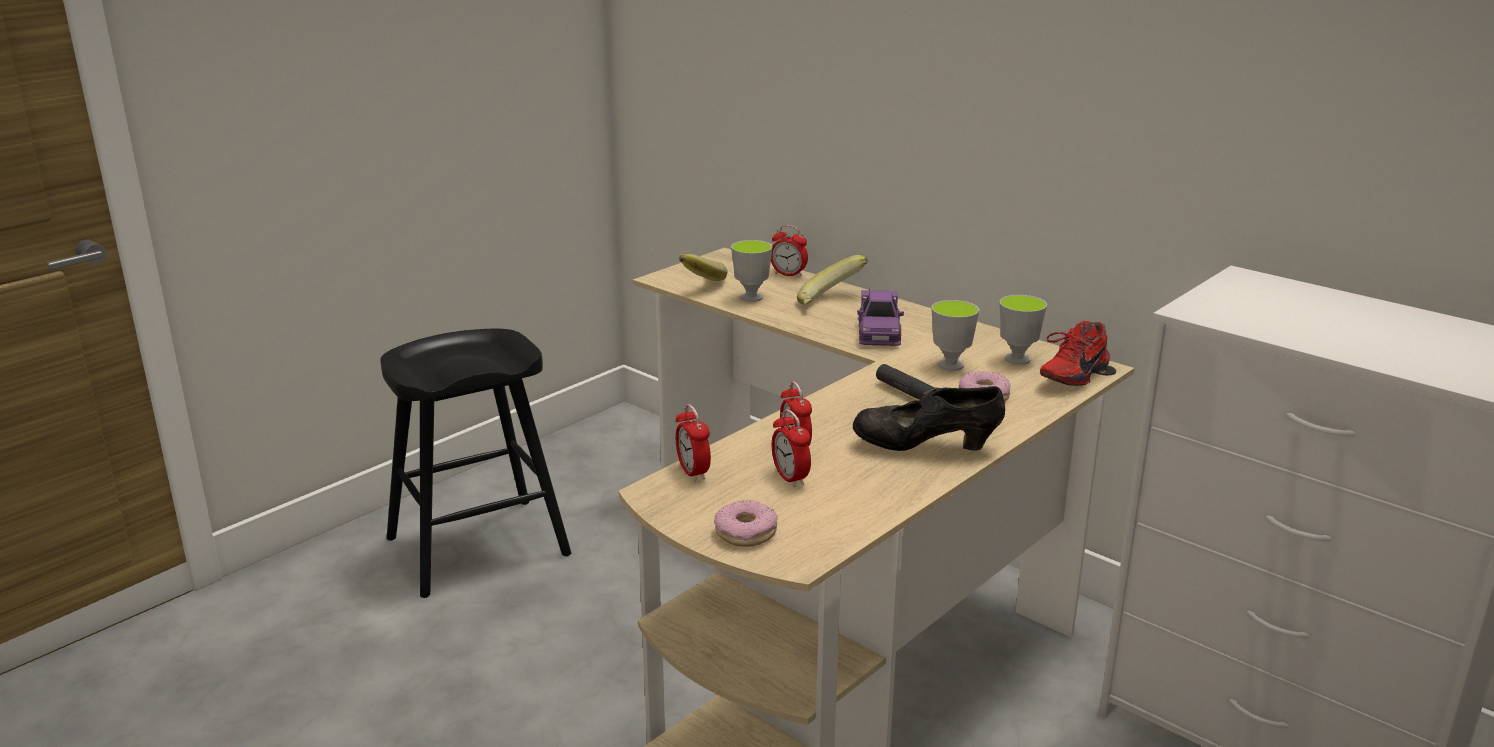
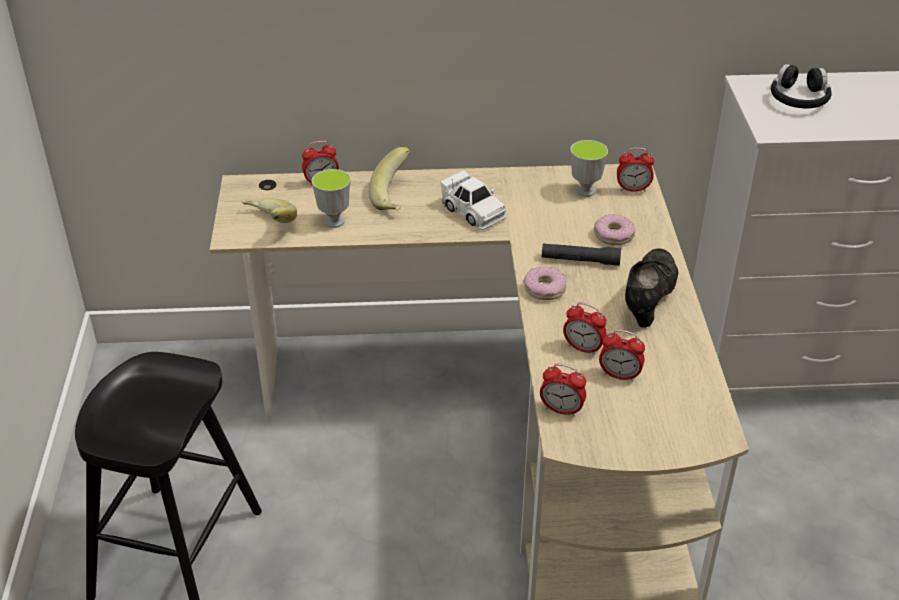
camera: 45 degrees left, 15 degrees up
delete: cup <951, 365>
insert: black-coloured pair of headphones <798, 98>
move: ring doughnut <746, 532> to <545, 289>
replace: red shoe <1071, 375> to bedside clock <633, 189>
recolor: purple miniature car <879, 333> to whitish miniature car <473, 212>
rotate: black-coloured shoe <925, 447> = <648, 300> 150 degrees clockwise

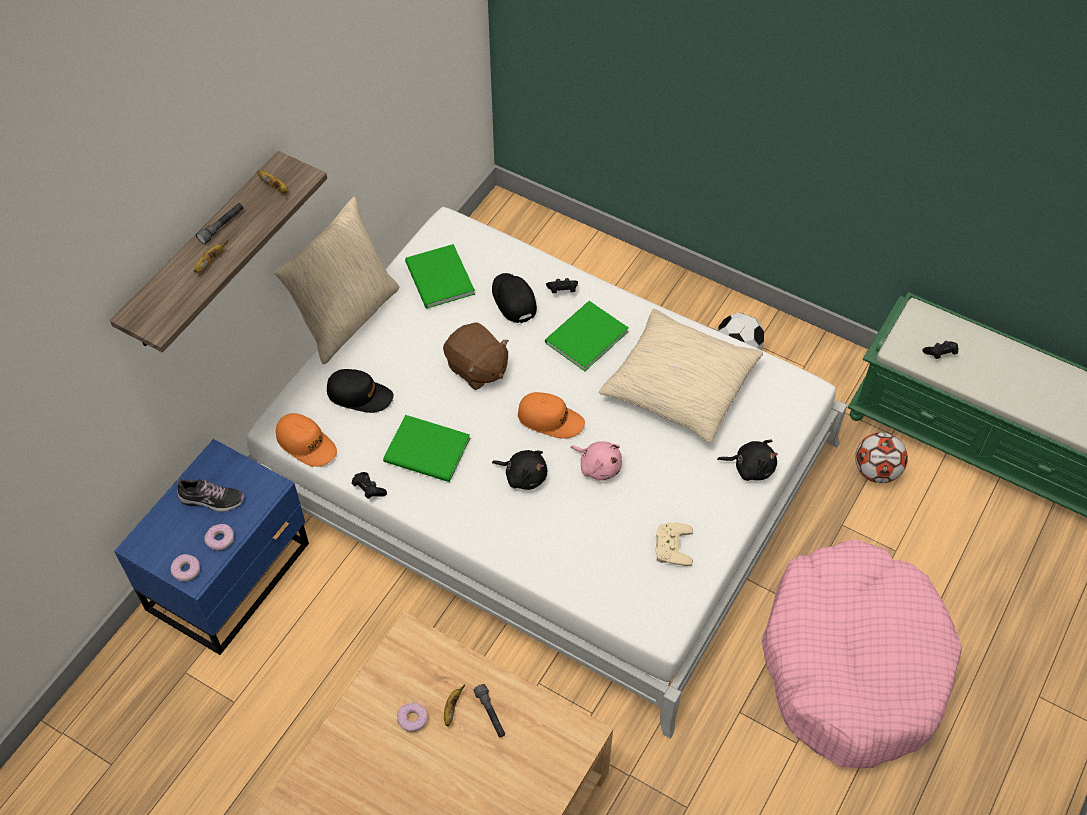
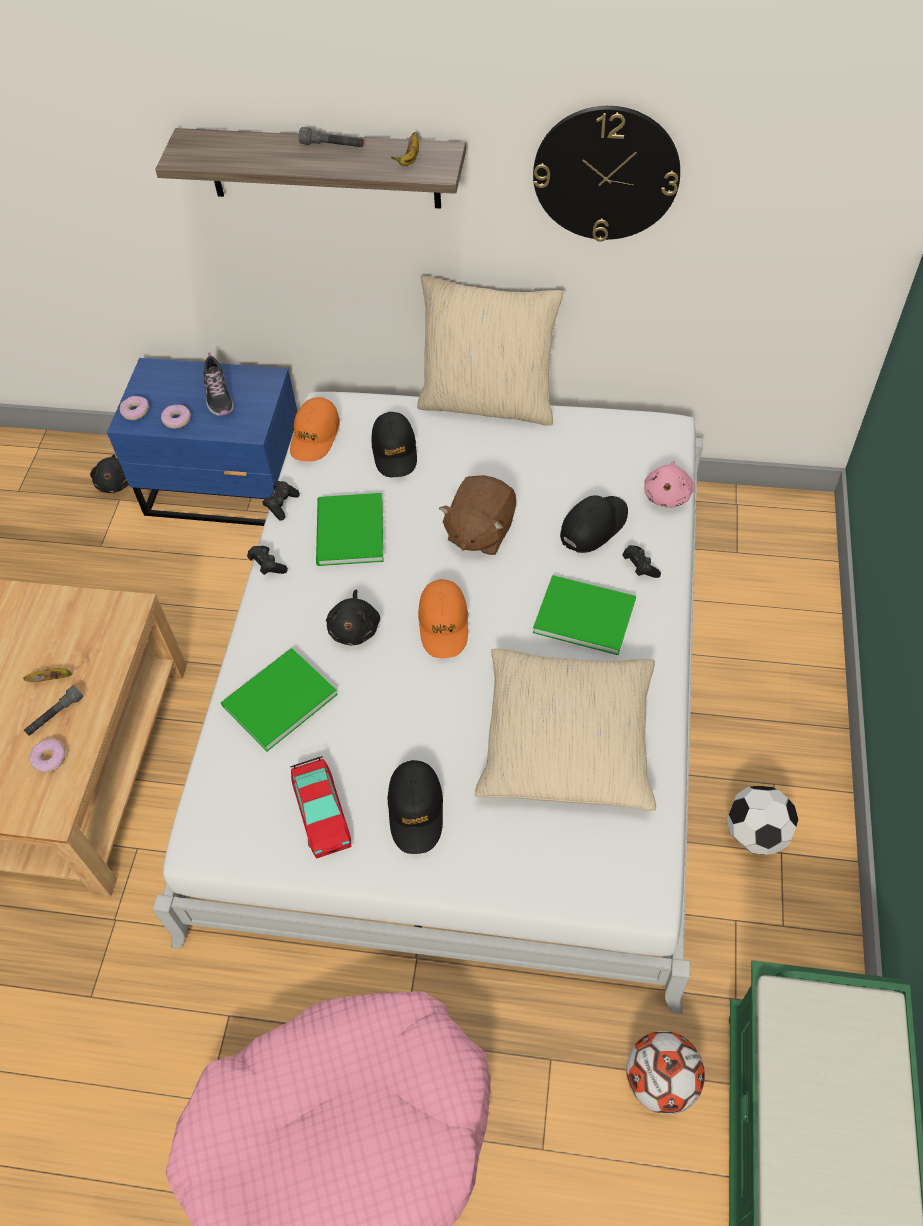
camera: 70 degrees right, 0 degrees up
delete: banana fruit <210, 262>
insert: black-coloured cap <416, 810>; hanging clock <606, 173>
move: ring doughnut <413, 719> to <49, 758>; black-coloured plush toy <751, 467> to <116, 482>; green-coloured book <438, 280> to <276, 700>; black-coloured gamepad <940, 354> to <267, 565>; pink-coloured plush toy <598, 466> to <667, 494>
replace: beige gamepad <670, 546> to miniature car <321, 812>

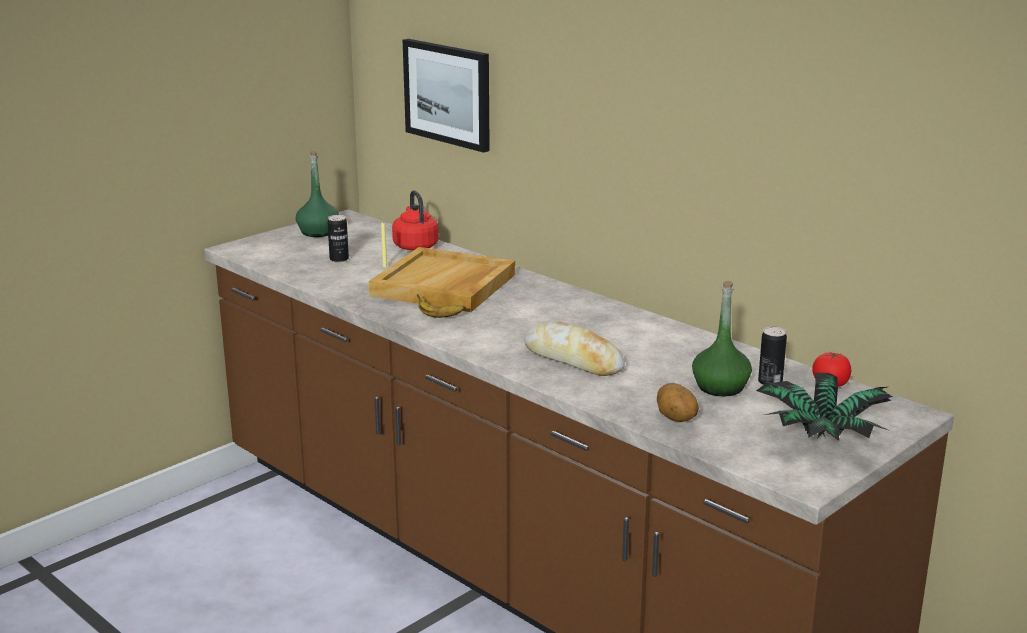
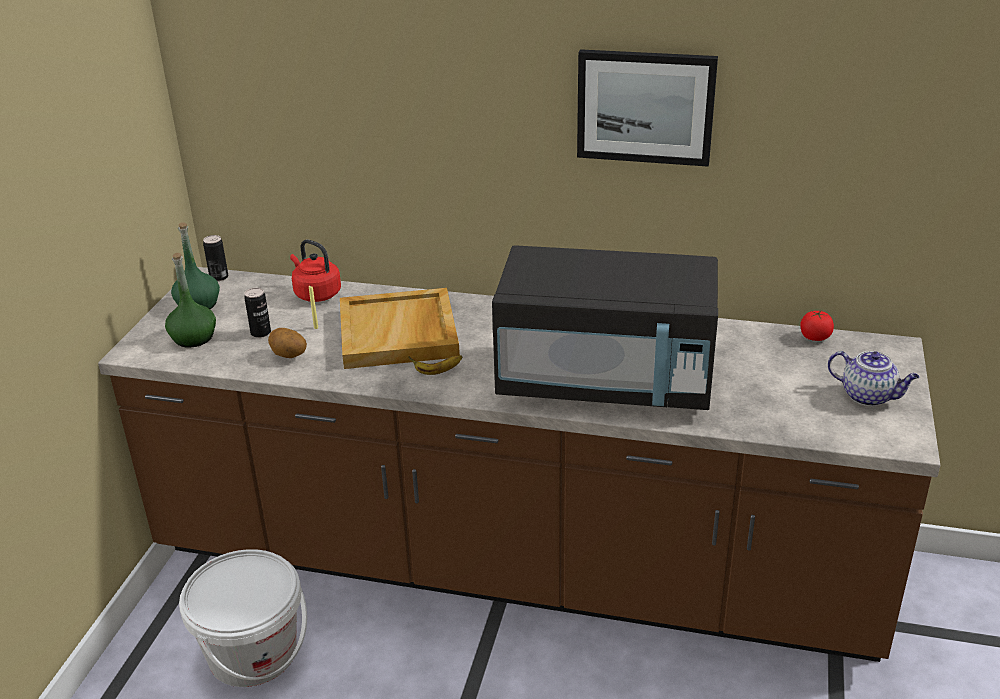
camera: 30 degrees left, 10 degrees up
insert: whitish pail <253, 653>
move: green-coloured bottle <720, 387> to <193, 338>; sealed can <770, 382> to <219, 277>; potato <675, 419> to <288, 356>; wall art <448, 93> to <645, 106>
replace: bread <573, 360> to black-coloured microwave <606, 381>; plant in a pot <820, 439> to teapot <869, 396>

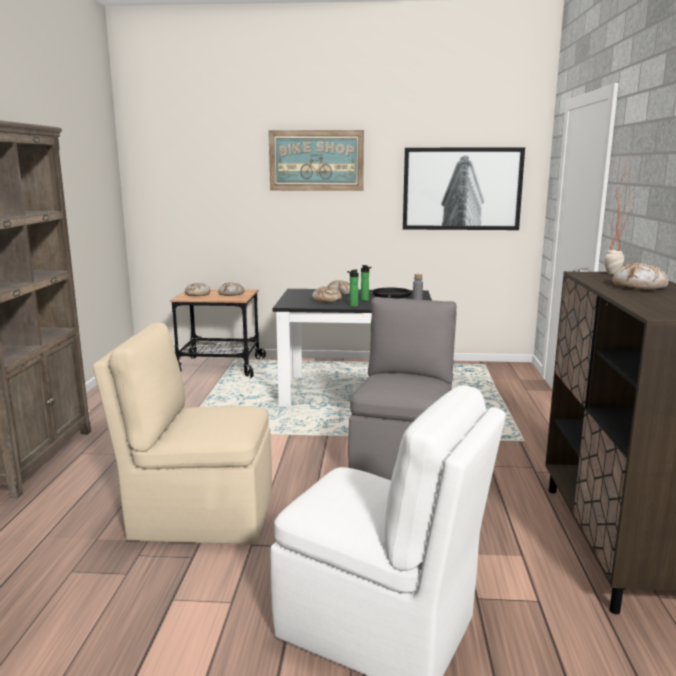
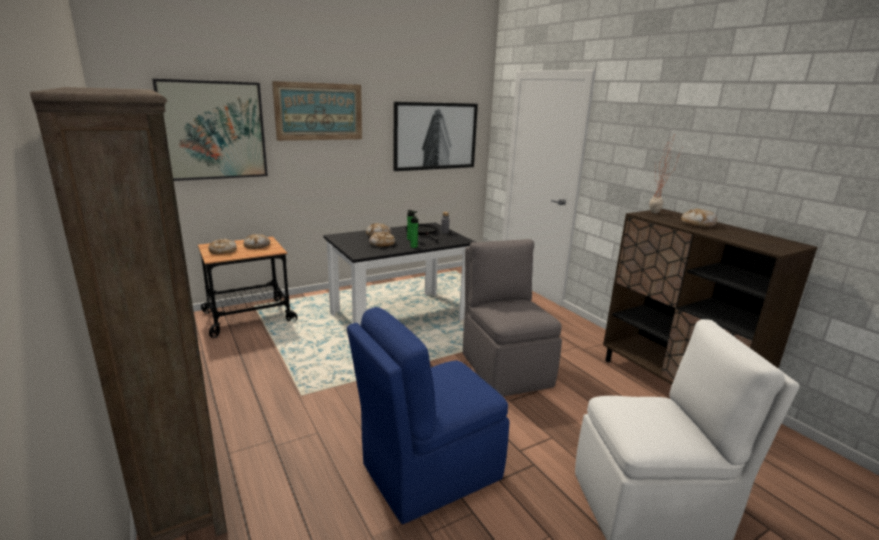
camera: 35 degrees left, 5 degrees up
insert: wall art <213, 130>
recolor: beige chair <199, 516> to bluish chair <428, 472>

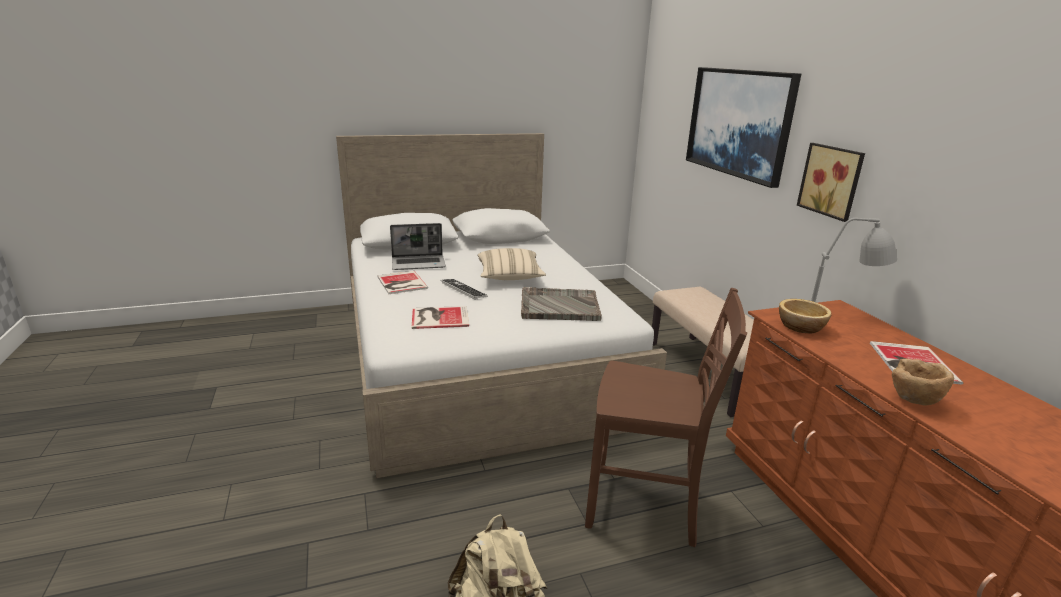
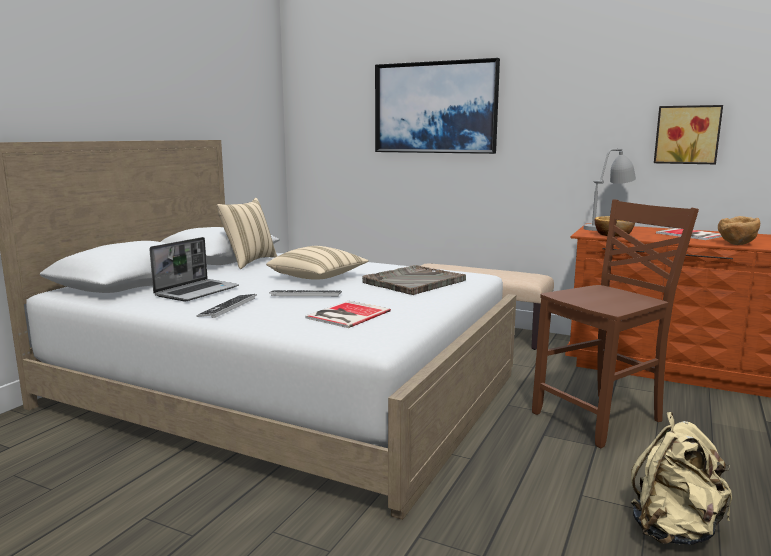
camera: 45 degrees left, 10 degrees down
insert: beige pillow <249, 262>
move: wall art <832, 181> to <687, 135>
replace: book <401, 283> to keyboard <228, 307>

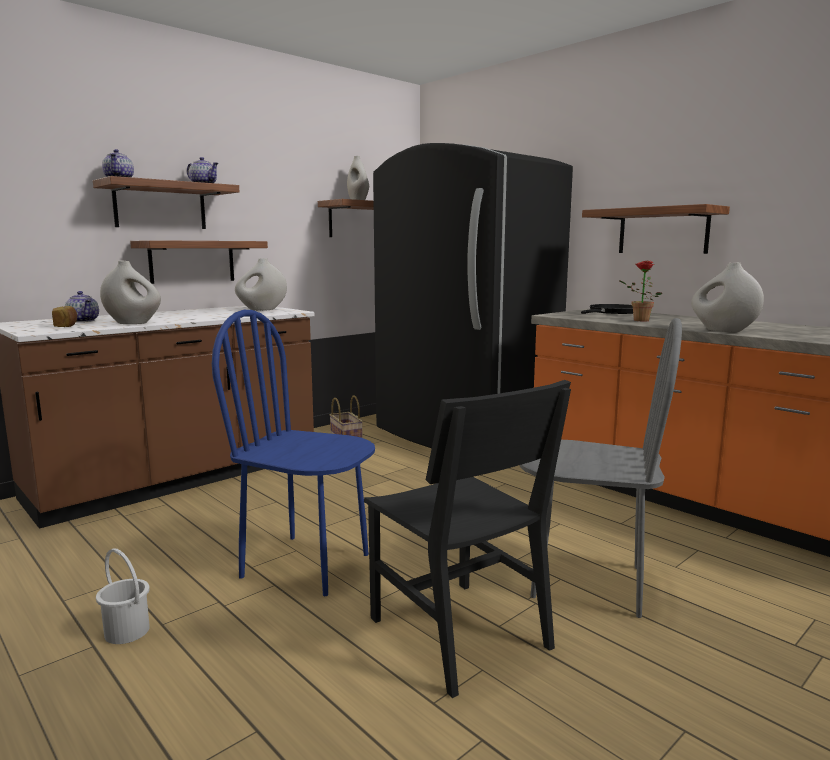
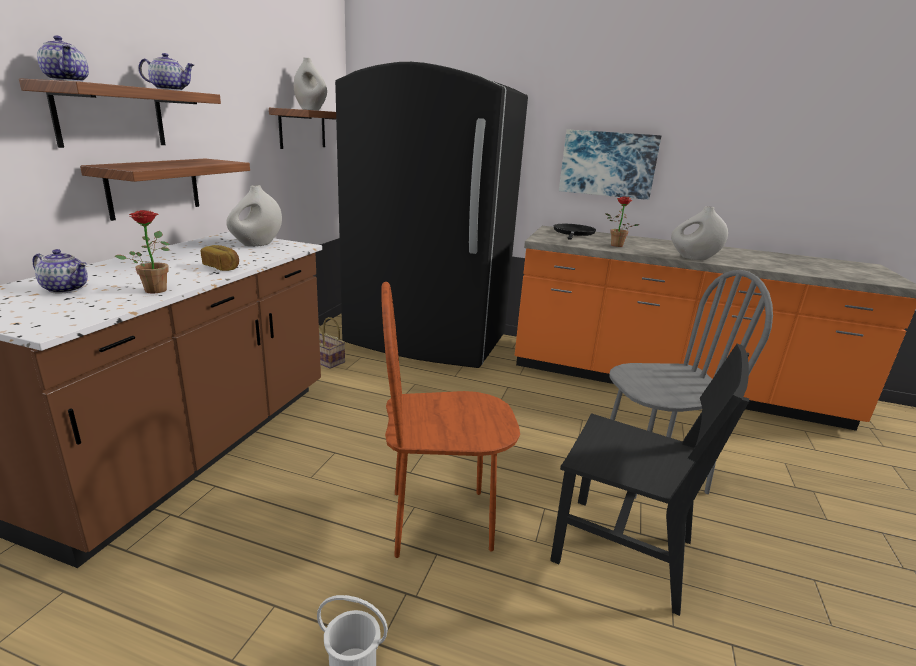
camera: 30 degrees left, 10 degrees up
move: bread <66, 326> to <222, 267>
replace: whitish flower vase <133, 323> to plant in a pot <155, 289>; wall shelf <663, 231> to wall art <608, 164>
recolor: bluish chair <306, 564> to brown chair <440, 521>

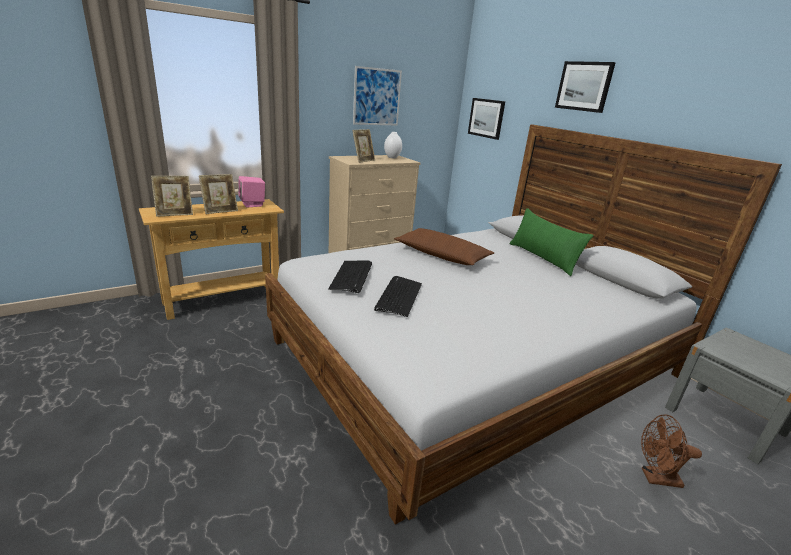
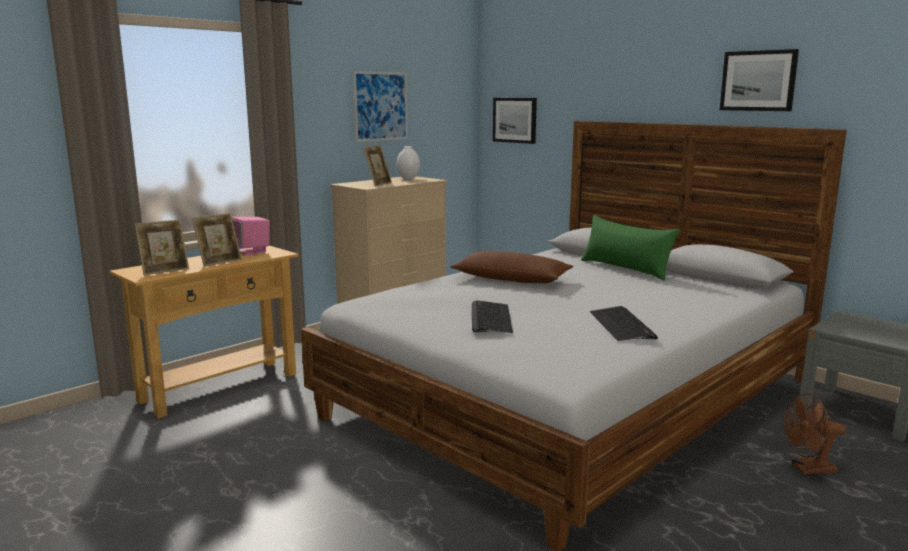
camera: 10 degrees left, 10 degrees down
move: keyboard <352, 276> to <622, 325>; wall art <584, 86> to <758, 81>

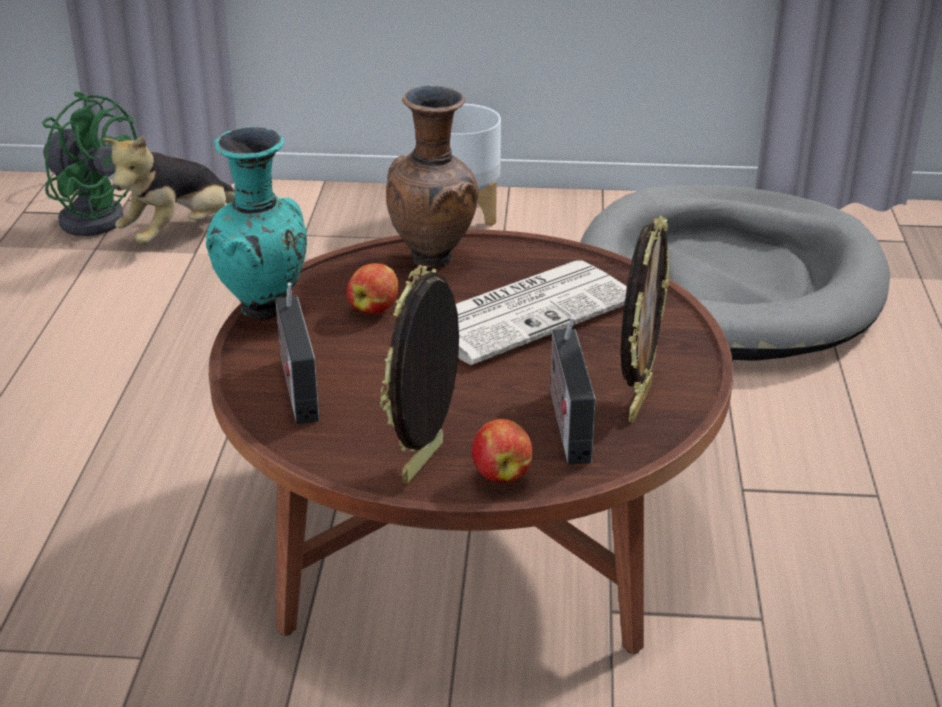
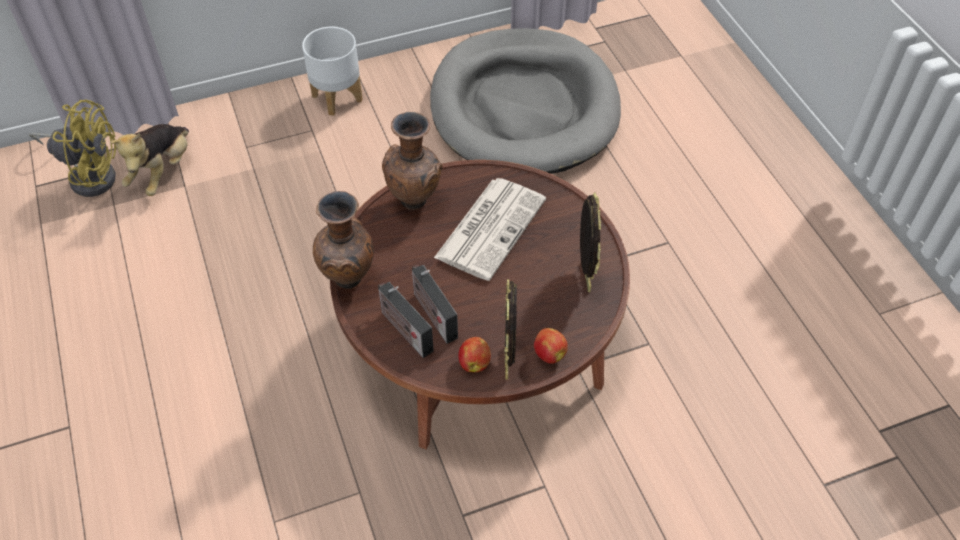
camera: 25 degrees left, 20 degrees up
move: radio receiver <567, 422> to <432, 314>; apple fruit <374, 309> to <474, 362>
recolor: green-coloured electric fan <93, 216> to yellow-coloured electric fan <89, 174>; blue-green flower vase <265, 312> to brown flower vase <349, 280>

